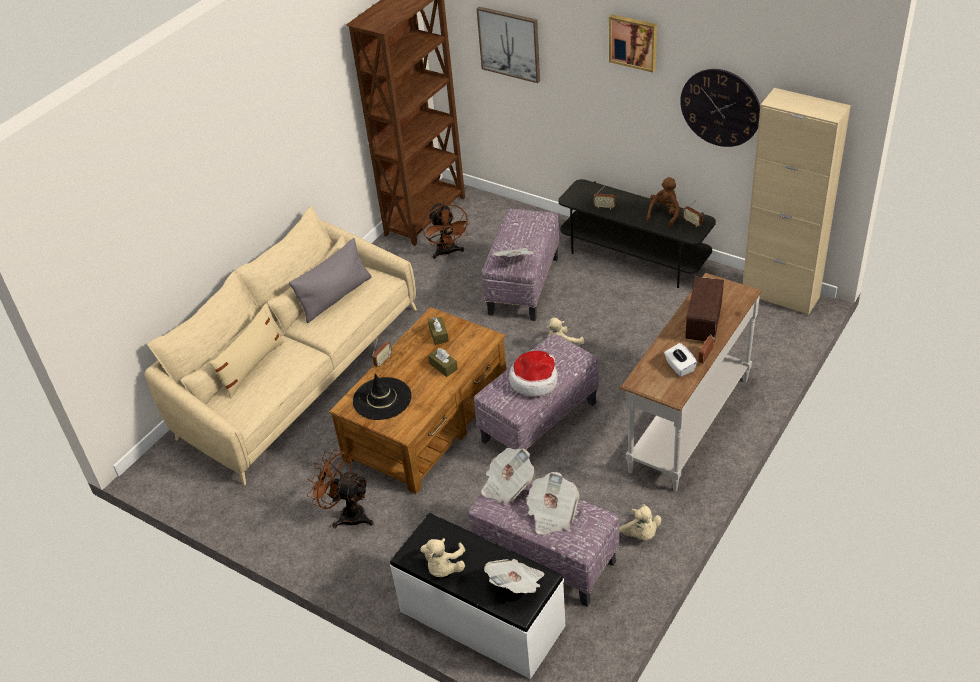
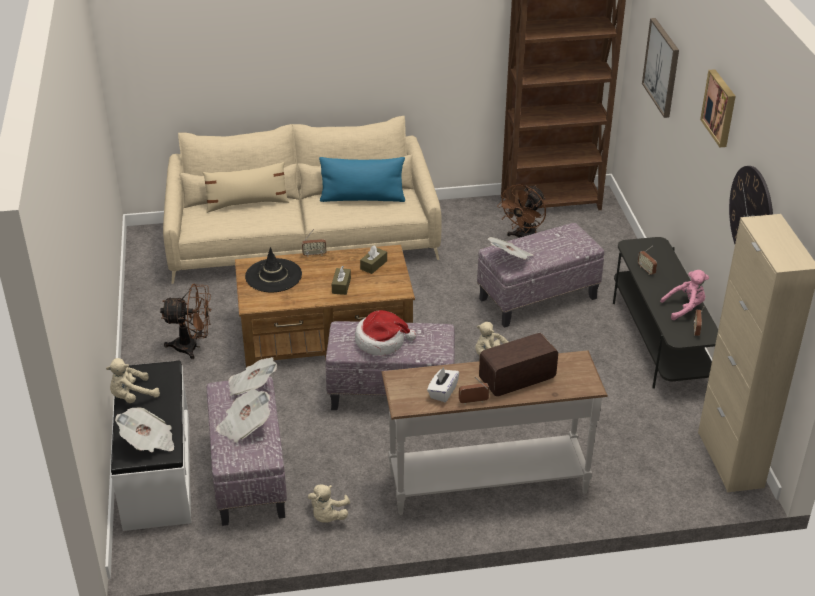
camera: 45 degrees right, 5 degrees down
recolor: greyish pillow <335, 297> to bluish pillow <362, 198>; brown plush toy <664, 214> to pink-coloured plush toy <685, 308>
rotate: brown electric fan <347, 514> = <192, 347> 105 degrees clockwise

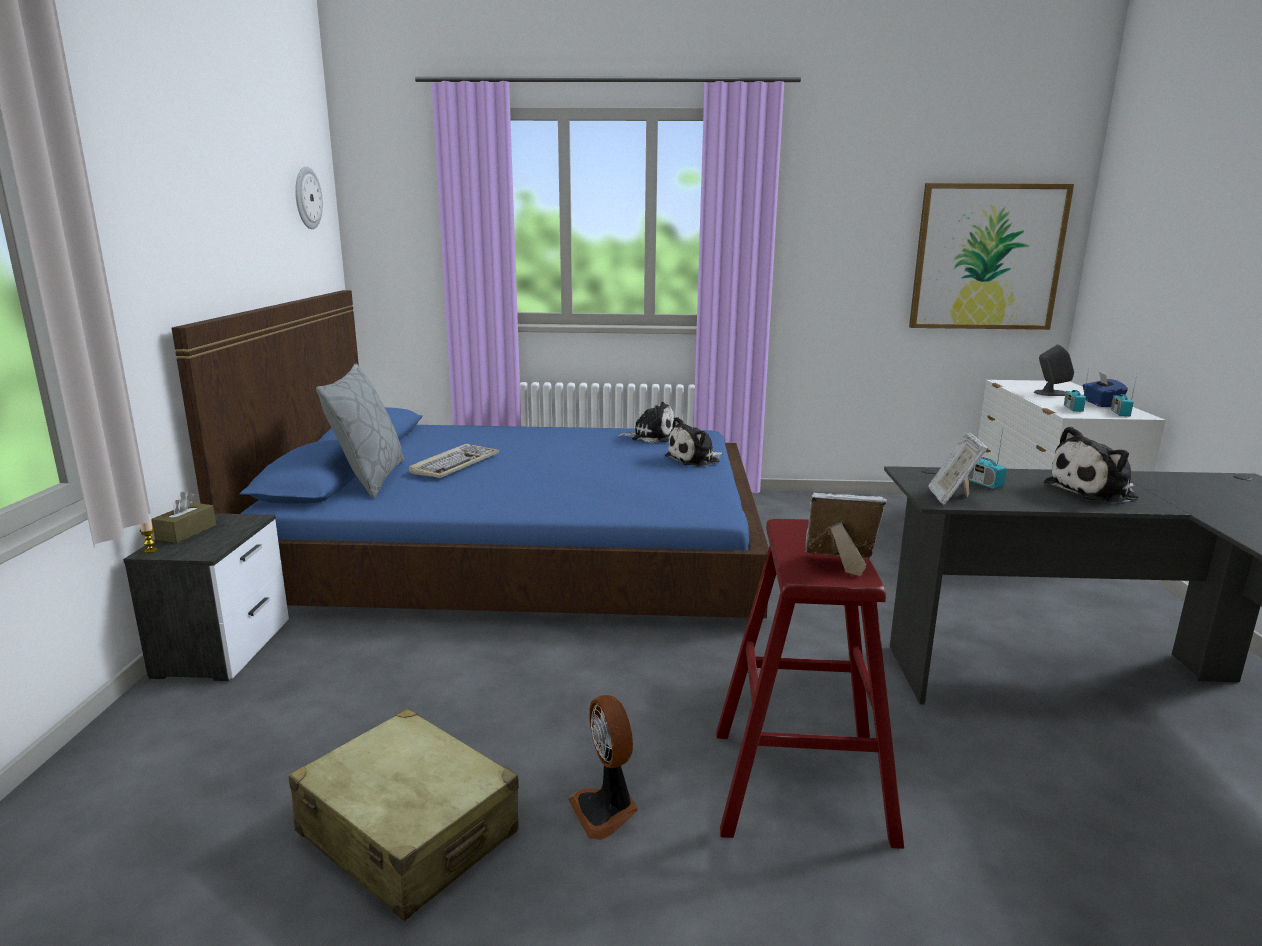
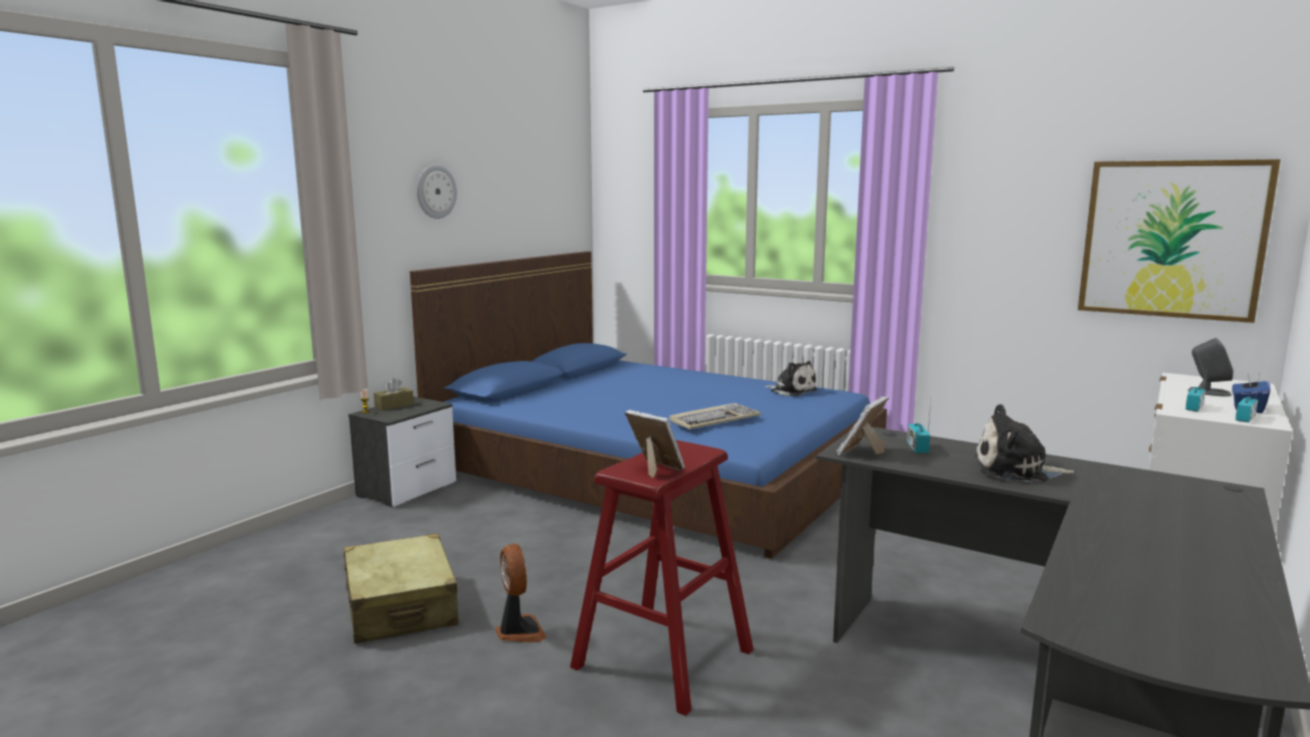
camera: 30 degrees right, 5 degrees down
delete: greyish pillow <369, 478>; plush toy <695, 459>
move: hanging clock <307, 198> to <435, 191>; keyboard <455, 464> to <714, 420>
rotate: electric fan <606, 810> = <519, 631> 150 degrees clockwise

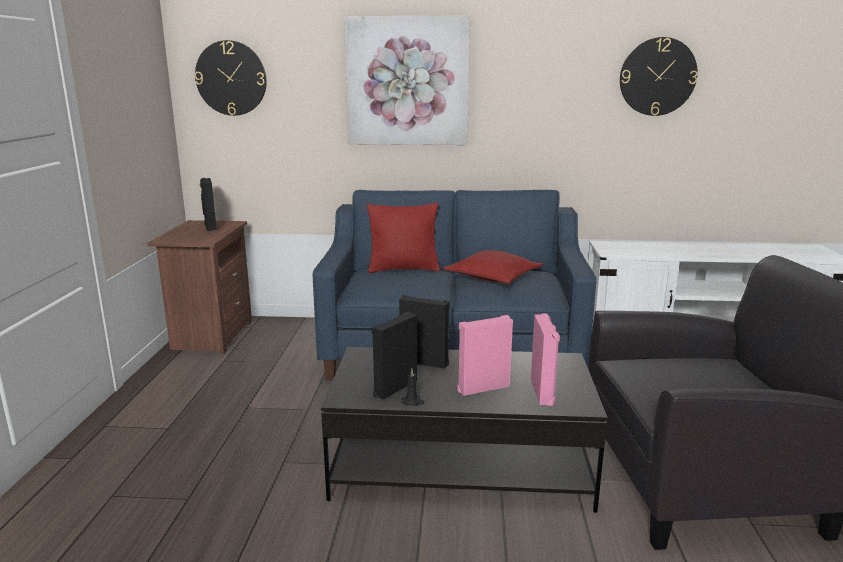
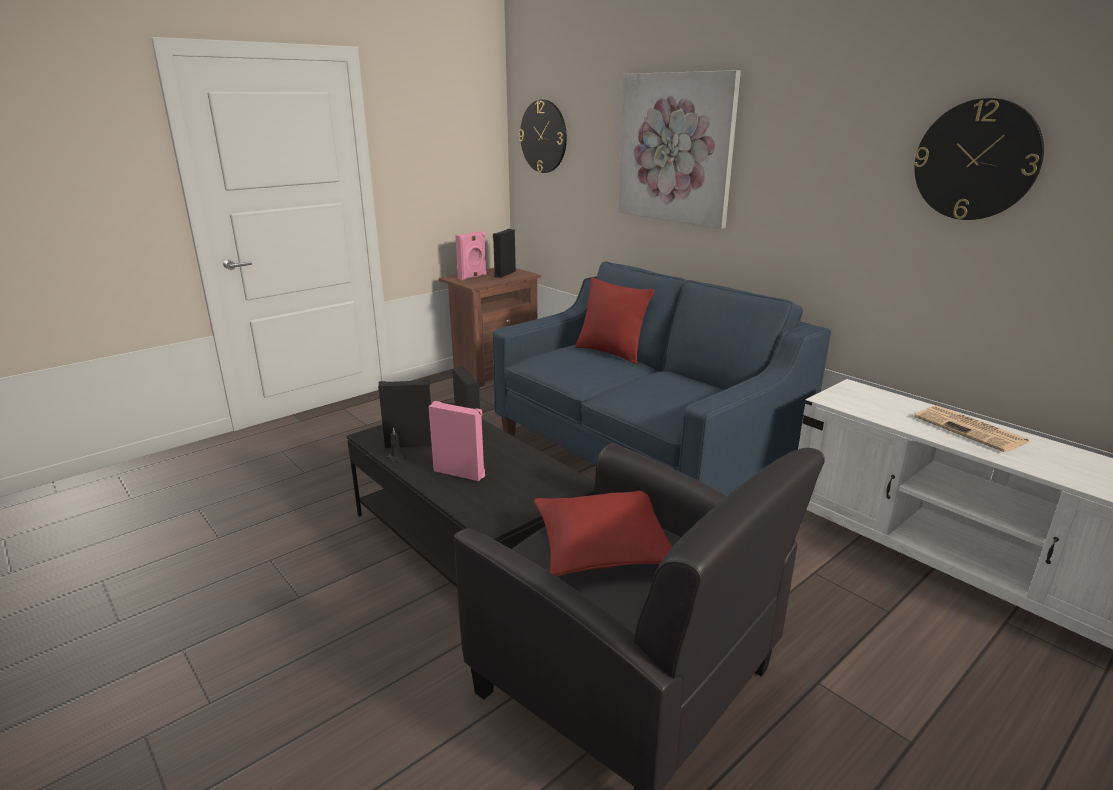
camera: 45 degrees right, 5 degrees up
insert: newspaper <971, 430>
move: pink-coloured loudspeaker <543, 392> to <473, 277>; red pillow <493, 277> to <603, 546>

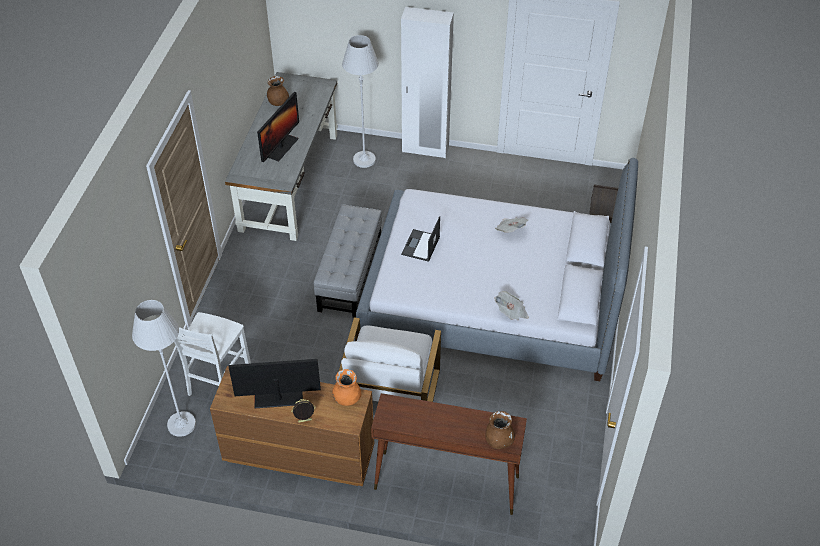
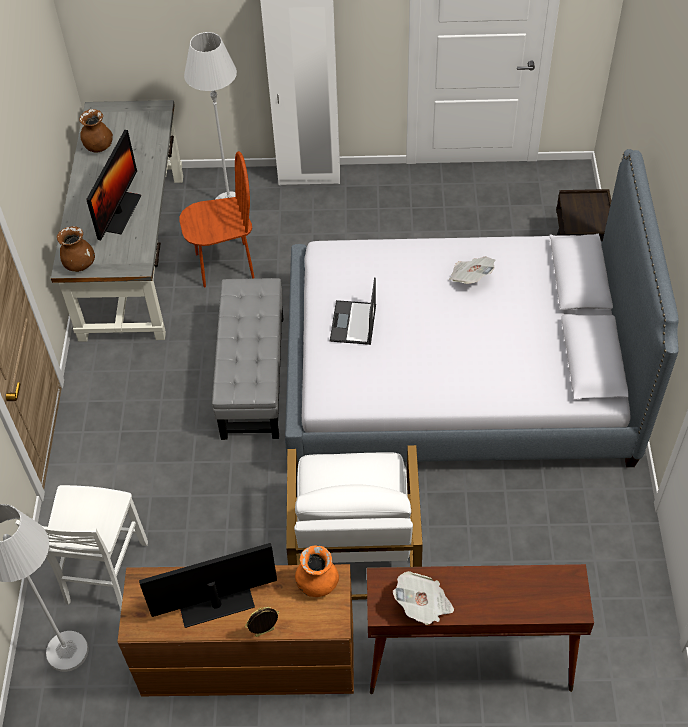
camera: 10 degrees left, 5 degrees up
insert: brown chair <224, 265>
move: brown flower vase <498, 440> to <79, 264>; newspaper <511, 312> to <423, 605>

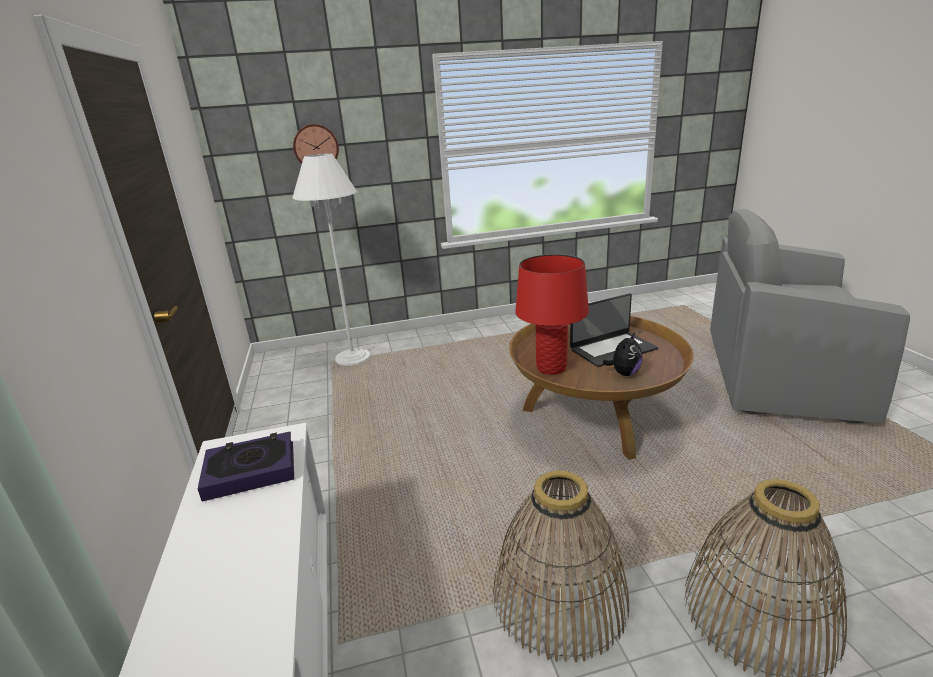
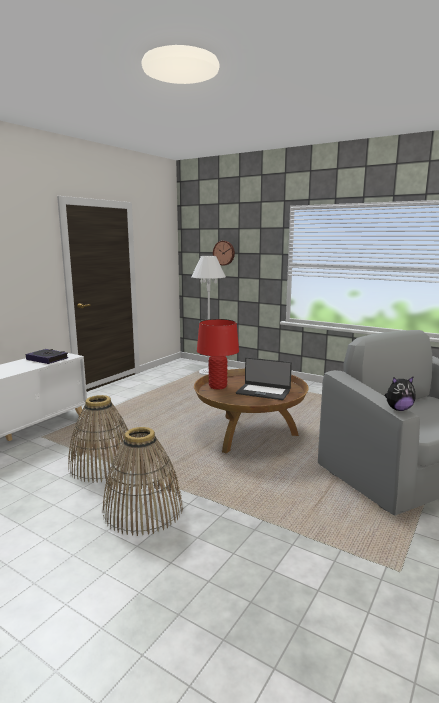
camera: 45 degrees right, 10 degrees down
move: plush toy <624, 373> to <398, 409>

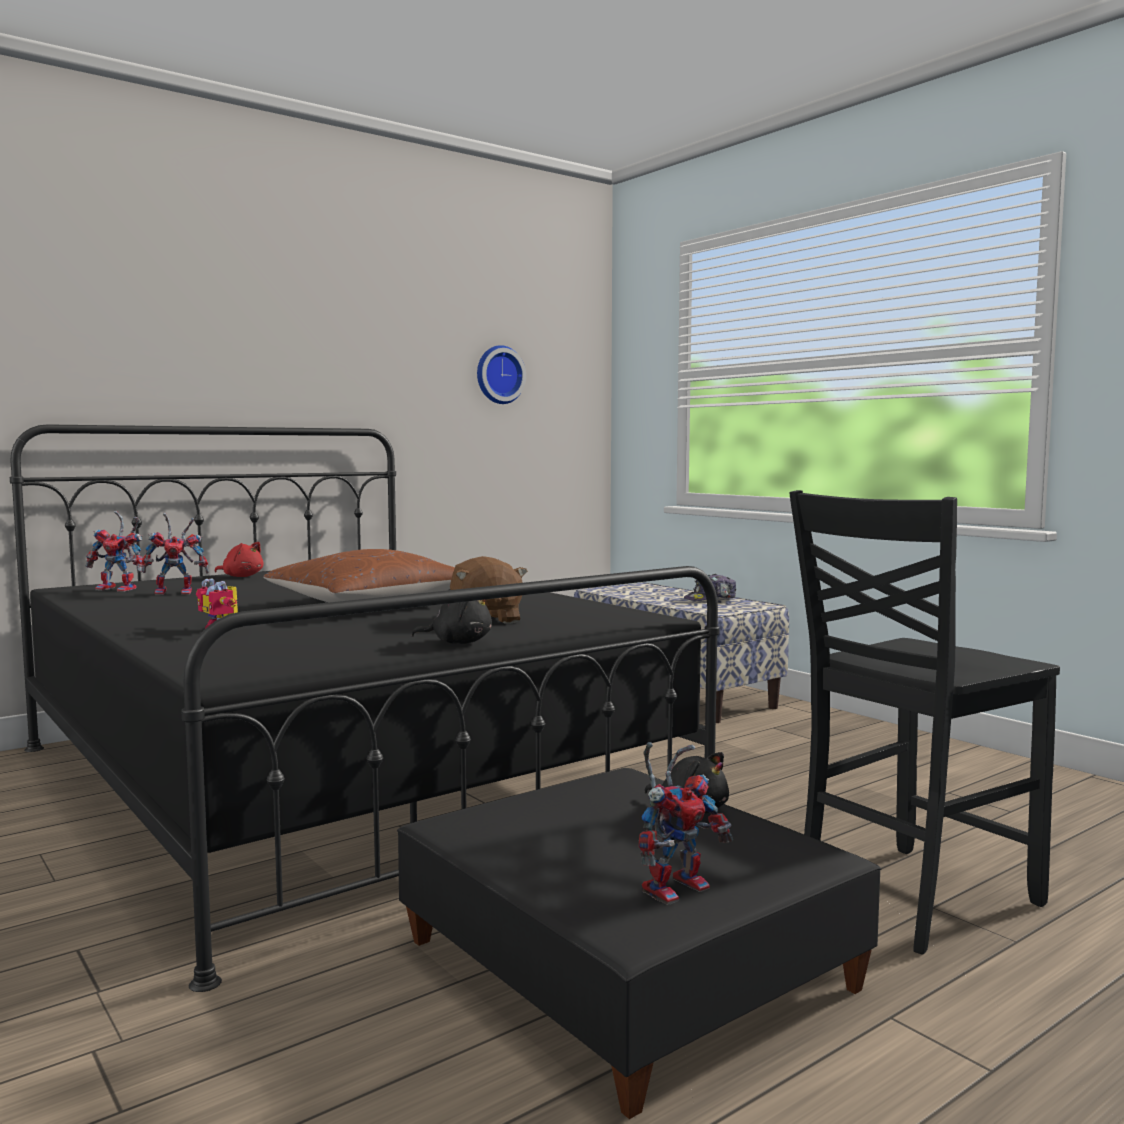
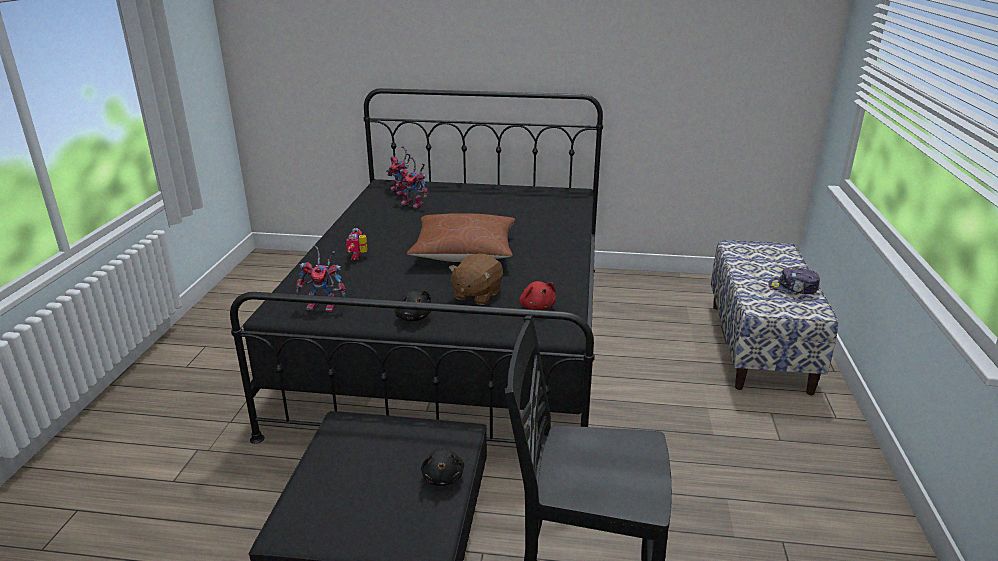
camera: 45 degrees right, 20 degrees up
delete: hanging clock <498, 375>
move: robot figure <676, 886> to <325, 305>; red plush toy <241, 576> to <536, 307>

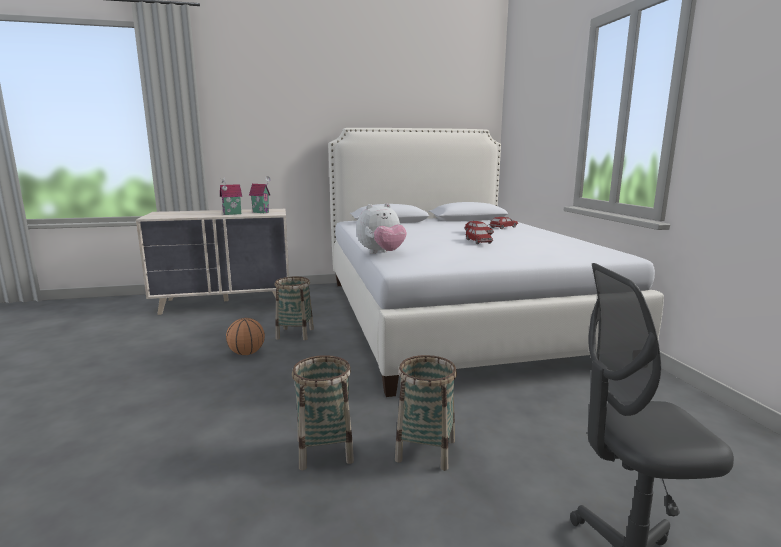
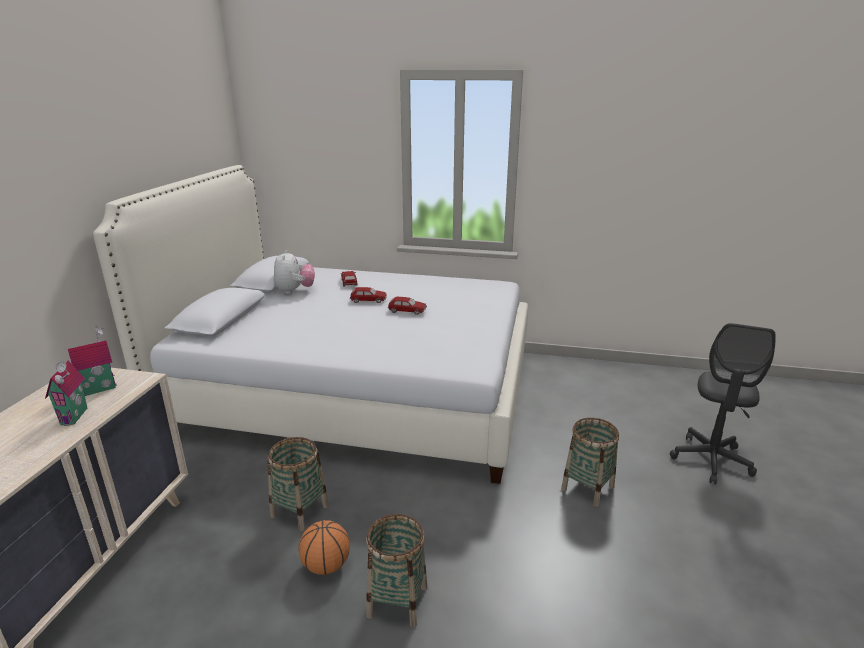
camera: 65 degrees left, 10 degrees up
move: plush toy <381, 253> to <295, 291>; storage basket <324, 450> to <397, 601>

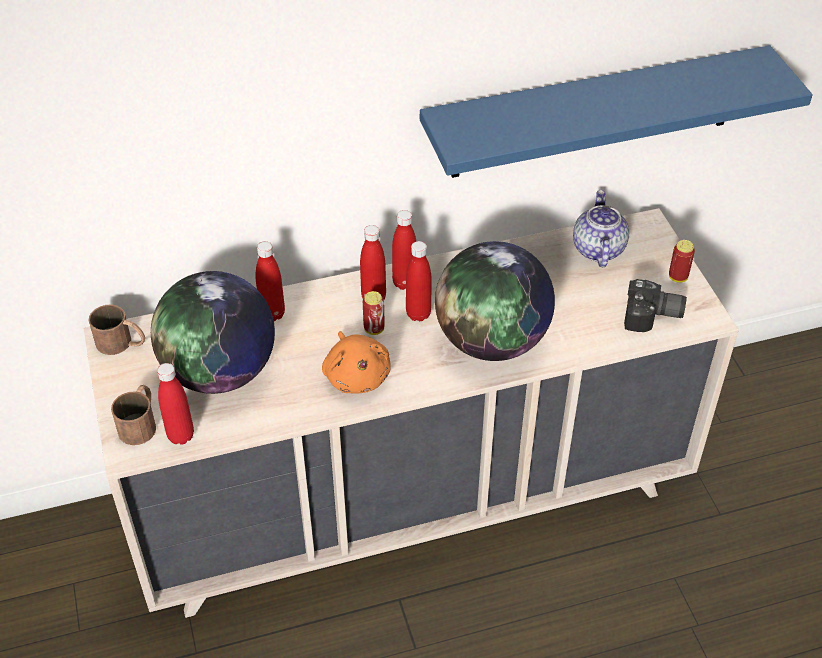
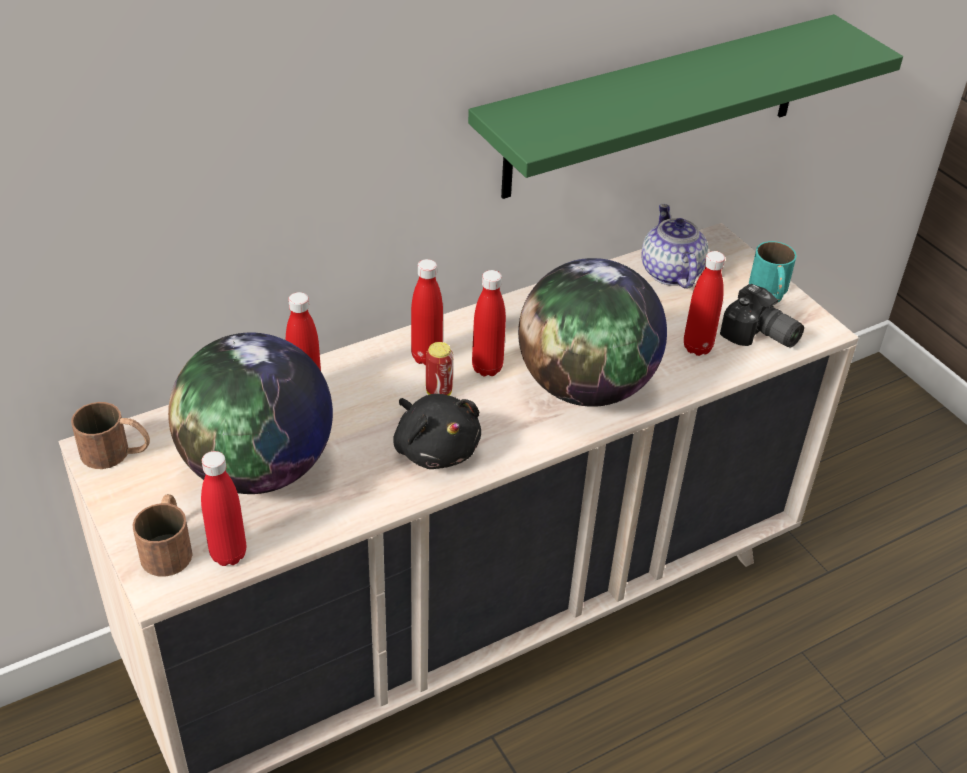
camera: 15 degrees left, 5 degrees down
move: red bottle <404, 283> to <697, 347>
replace: sealed can <678, 277> to blue-green coffee mug <770, 291>
recolor: orange plush toy <357, 375> to black-coloured plush toy <435, 448>; bluish wall shelf <594, 113> to green-coloured wall shelf <656, 106>
rotate: still camera <652, 317> = <759, 336> 45 degrees clockwise

